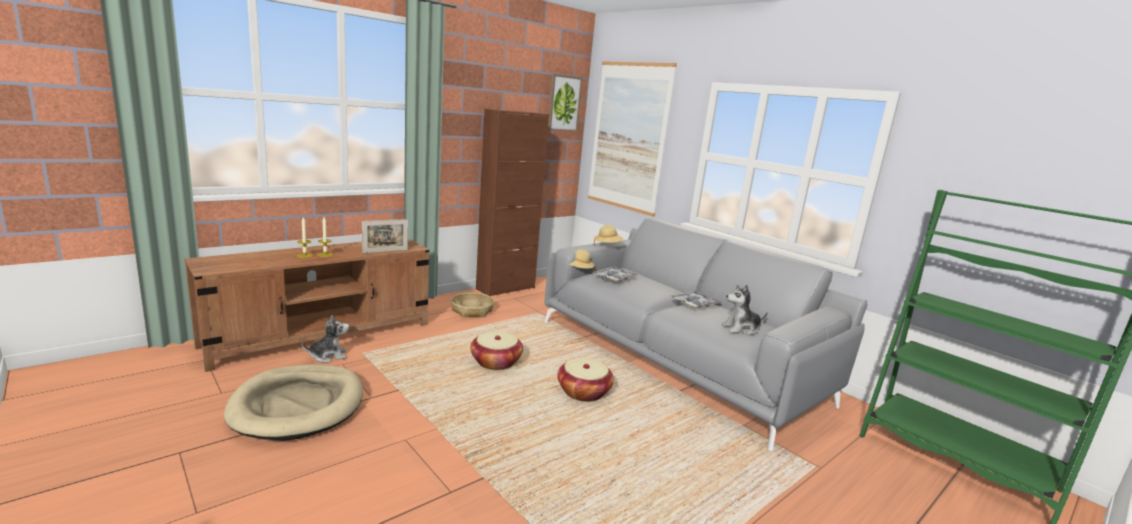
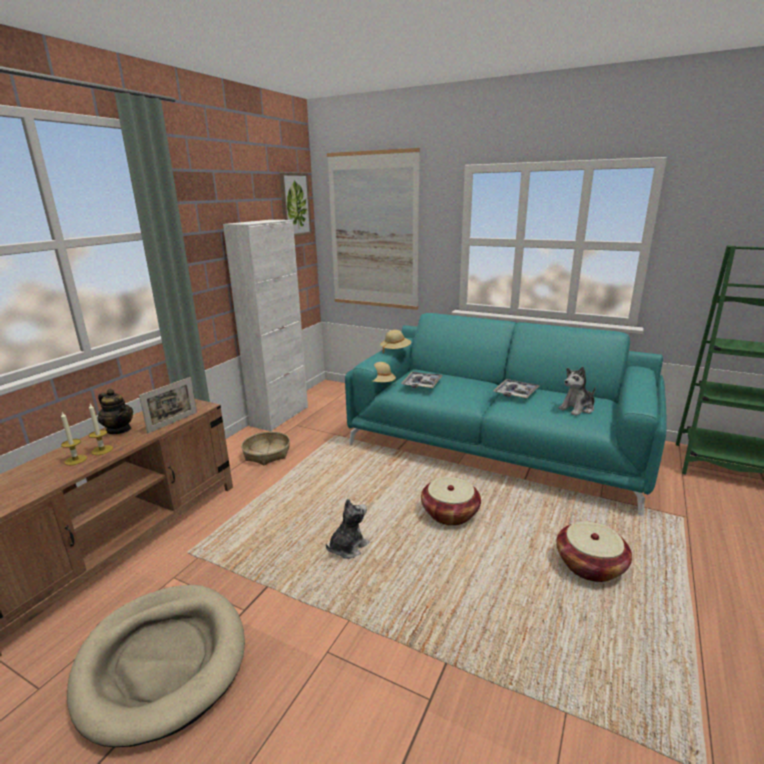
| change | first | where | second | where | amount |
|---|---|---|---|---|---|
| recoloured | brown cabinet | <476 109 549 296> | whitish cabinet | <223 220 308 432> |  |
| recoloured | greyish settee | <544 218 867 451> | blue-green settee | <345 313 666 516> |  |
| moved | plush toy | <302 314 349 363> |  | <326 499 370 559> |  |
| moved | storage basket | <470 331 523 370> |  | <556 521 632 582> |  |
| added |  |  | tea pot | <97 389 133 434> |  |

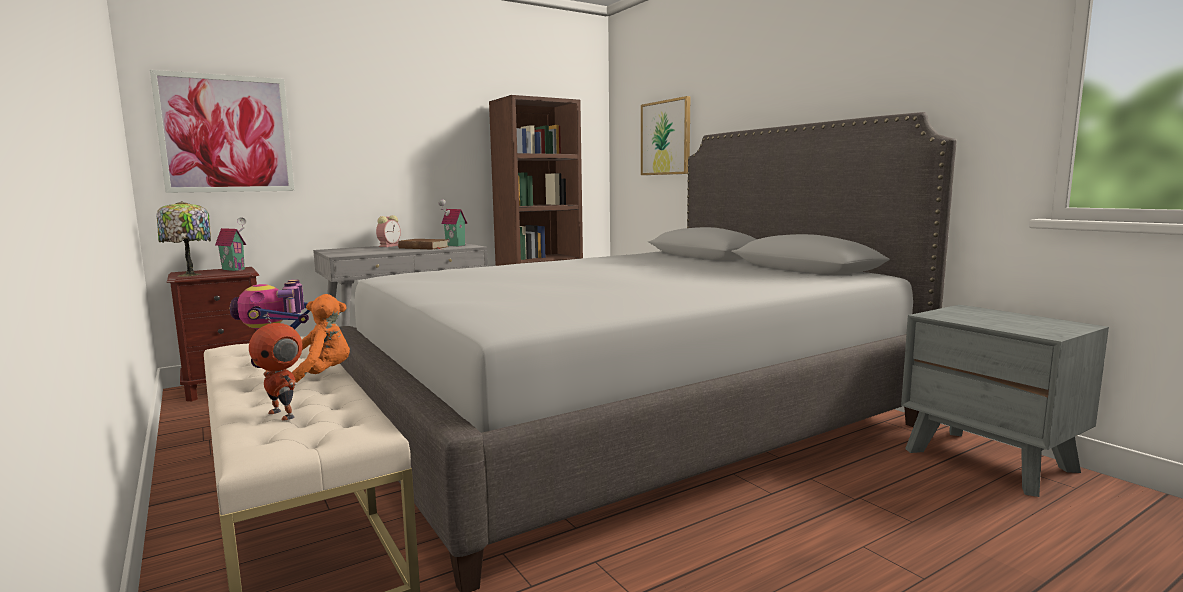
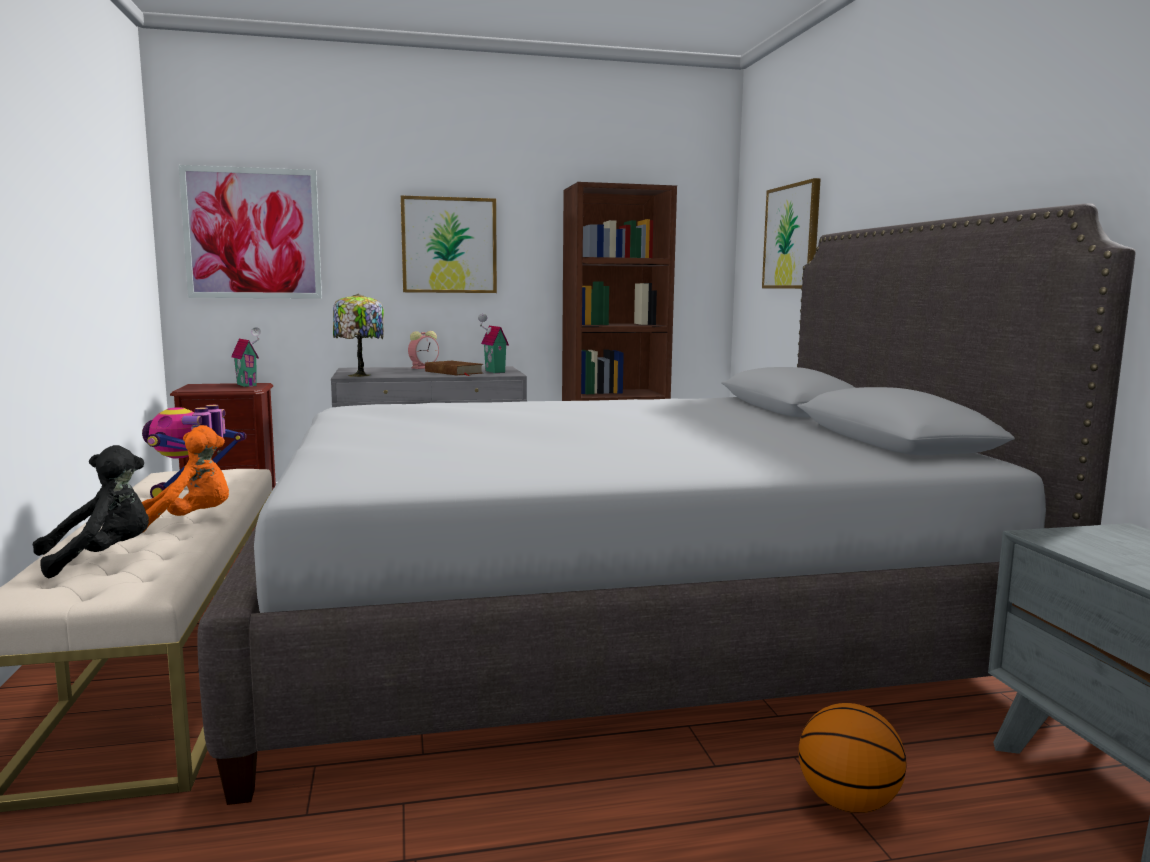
| change | first | where | second | where | amount |
|---|---|---|---|---|---|
| moved | table lamp | <156 201 211 277> |  | <333 294 384 377> |  |
| replaced | toy robot | <249 312 302 421> | black-coloured plush toy | <32 445 149 578> |  |
| added |  |  | wall art | <401 195 497 293> |  |
| added |  |  | basketball ball | <798 703 906 813> |  |

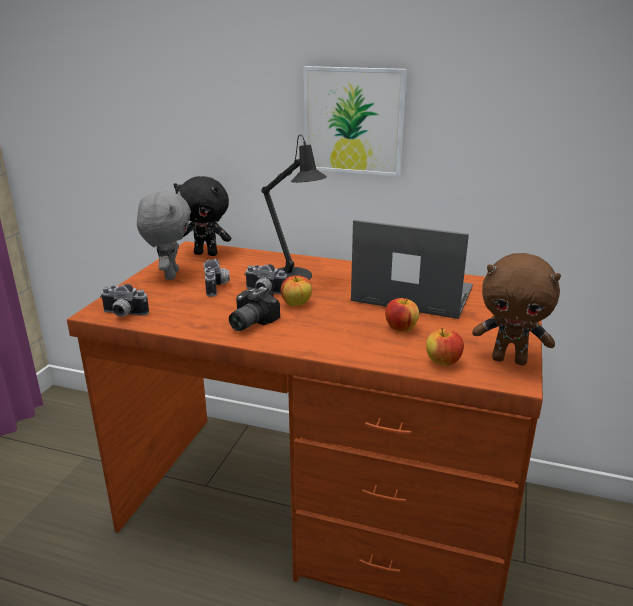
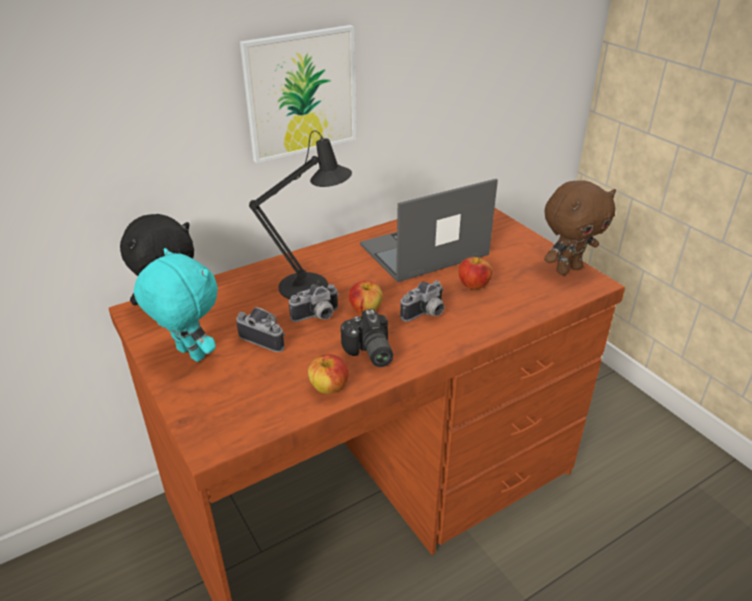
| change | first | where | second | where | amount |
|---|---|---|---|---|---|
| recoloured | greyish plush toy | <137 191 191 280> | blue-green plush toy | <134 248 218 362> |  |
| moved | still camera | <100 284 149 317> |  | <400 281 445 322> |  |
| moved | whole apple | <426 328 464 366> |  | <308 354 349 394> |  |

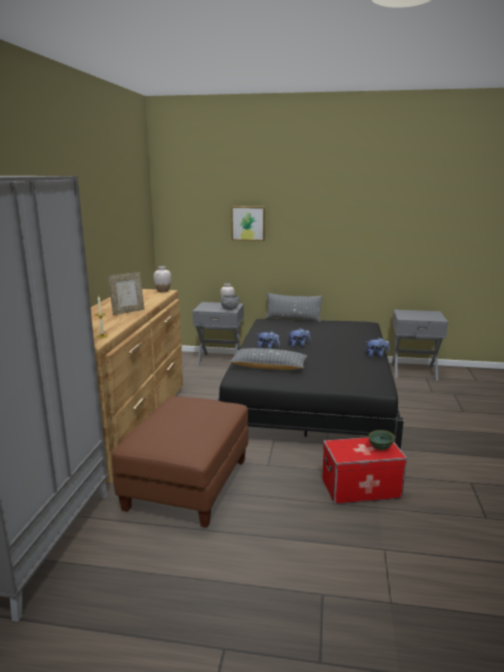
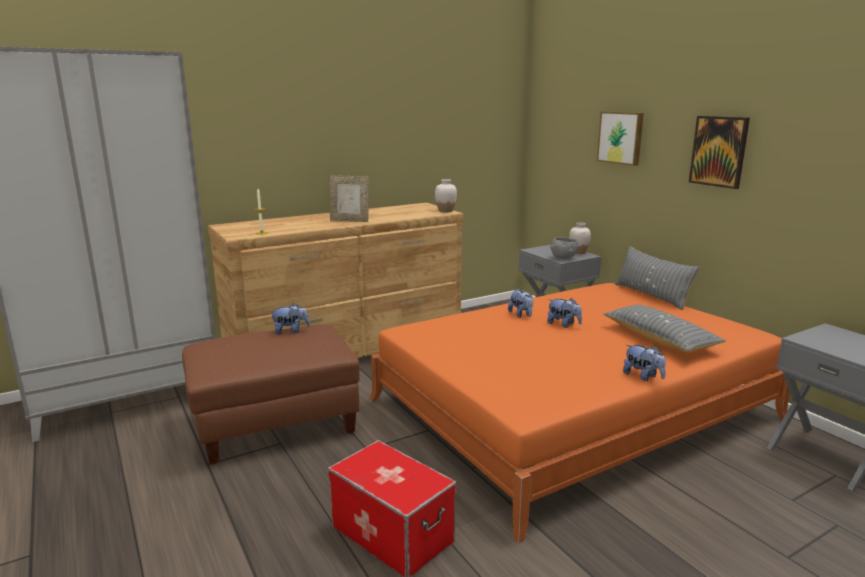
| change | first | where | second | where | amount |
|---|---|---|---|---|---|
| recoloured | black-coloured bedroom bed | <218 319 404 451> | orange-coloured bedroom bed | <369 283 790 543> |  |
| moved | greyish pillow | <229 348 307 370> |  | <603 305 726 353> |  |
| removed | green serving bowl | <368 430 395 451> |  |  |  |
| added |  |  | wall art | <689 116 750 189> |  |
| added |  |  | plush toy | <270 303 310 334> |  |

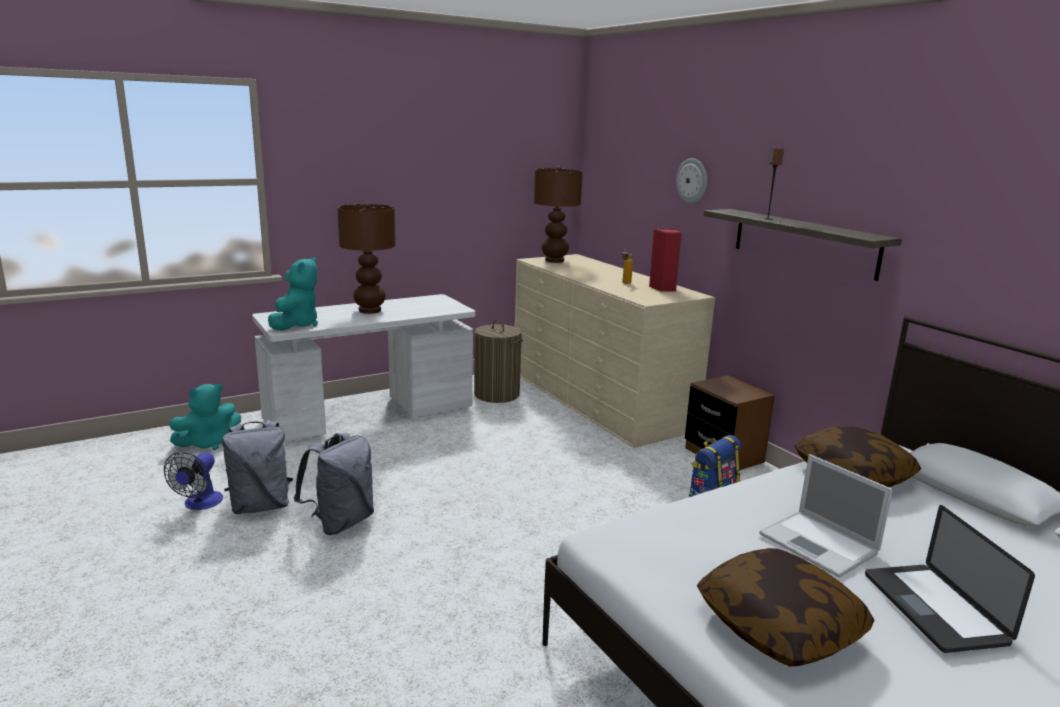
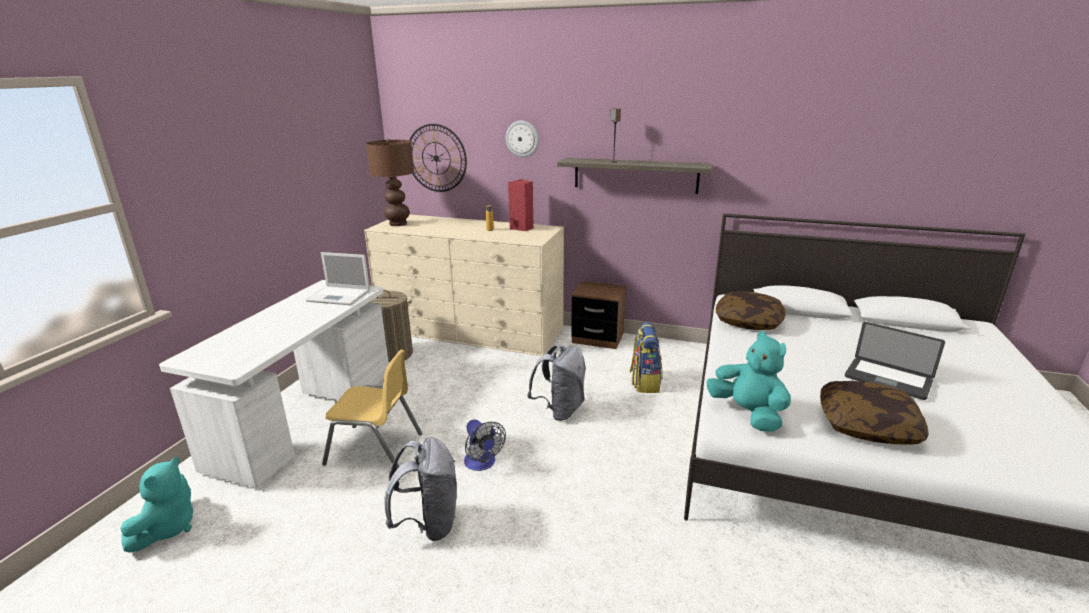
| change | first | where | second | where | amount |
|---|---|---|---|---|---|
| removed | brown table lamp | <338 203 396 314> |  |  |  |
| moved | blue-green plush toy | <268 257 318 331> |  | <706 331 791 432> |  |
| moved | greyish backpack | <222 420 293 514> |  | <527 344 586 421> |  |
| moved | fan | <164 452 223 510> |  | <464 419 506 471> |  |
| moved | notebook computer | <760 454 893 578> |  | <306 252 370 305> |  |
| added |  |  | wall clock | <409 124 467 192> |  |
| added |  |  | yellow-coloured upright chair | <322 350 422 470> |  |

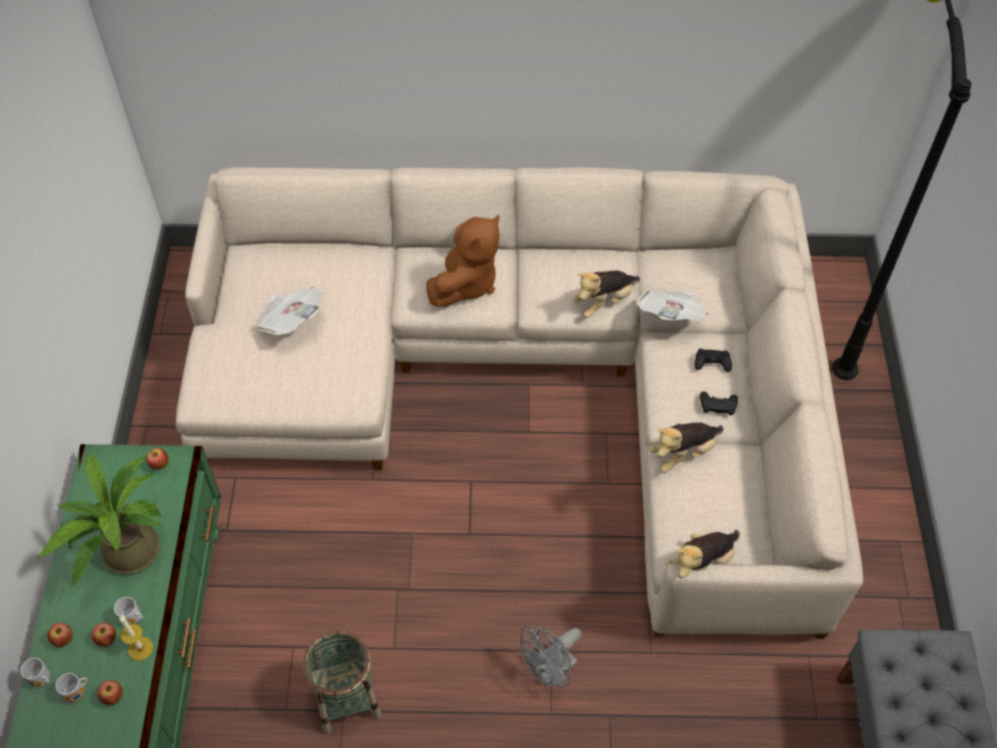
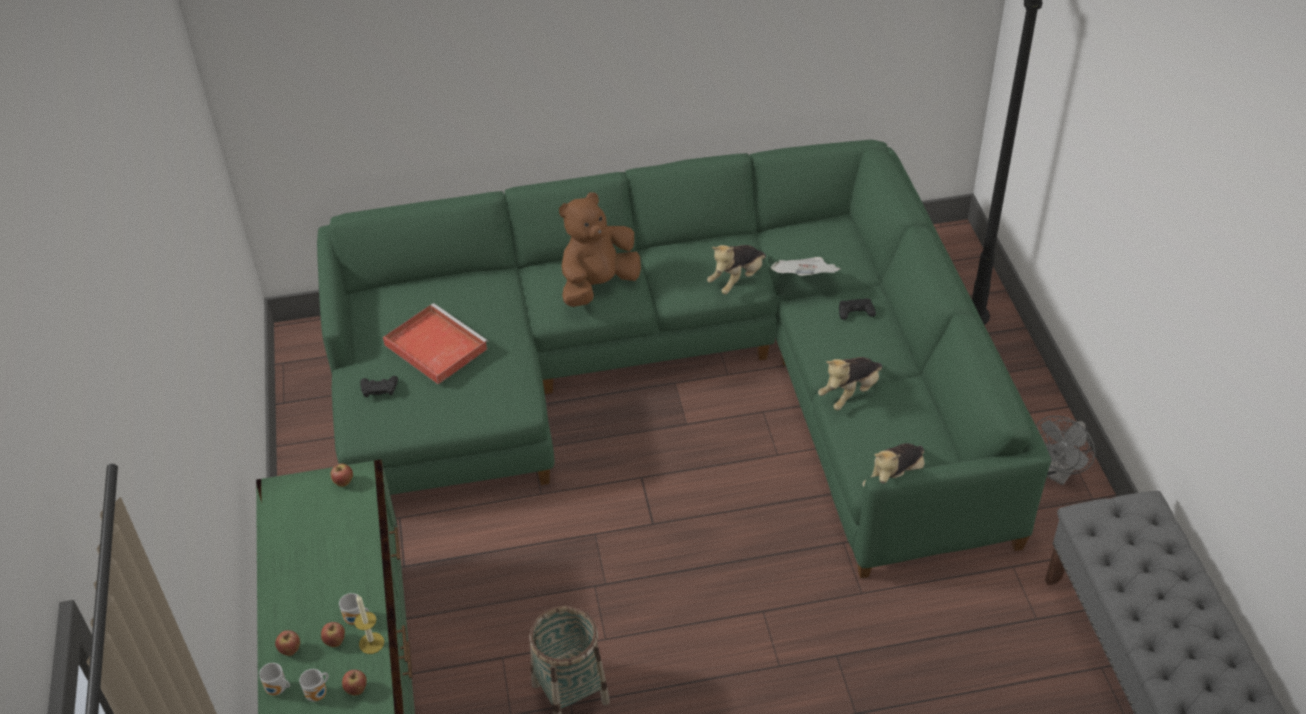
| change | first | where | second | where | amount |
|---|---|---|---|---|---|
| recoloured | beige settee | <176 167 863 639> | green settee | <317 140 1051 578> |  |
| turned | brown plush toy | <426 215 500 307> |  | <559 192 641 307> | 150 degrees counterclockwise |
| replaced | newspaper | <254 287 325 335> | reddish carrying tray | <383 303 488 384> |  |
| moved | black-coloured joypad | <700 392 738 415> |  | <360 376 398 397> |  |
| removed | potted plant | <36 452 162 586> |  |  |  |
| moved | greyish fan | <520 625 581 688> |  | <1036 416 1095 485> |  |

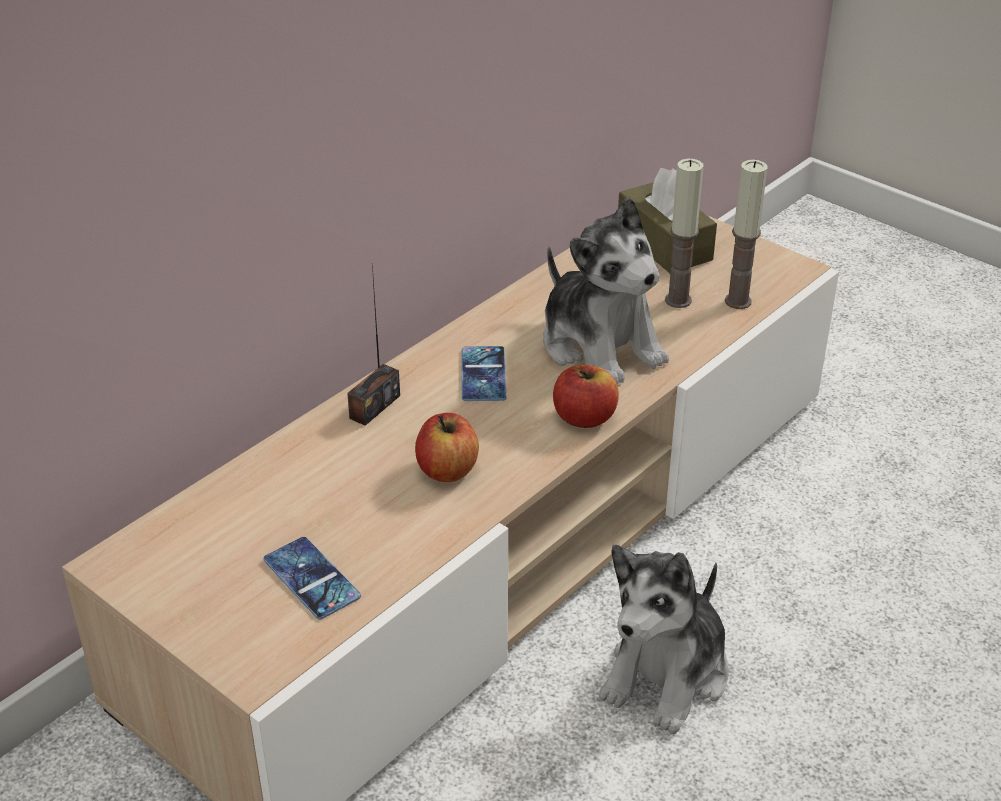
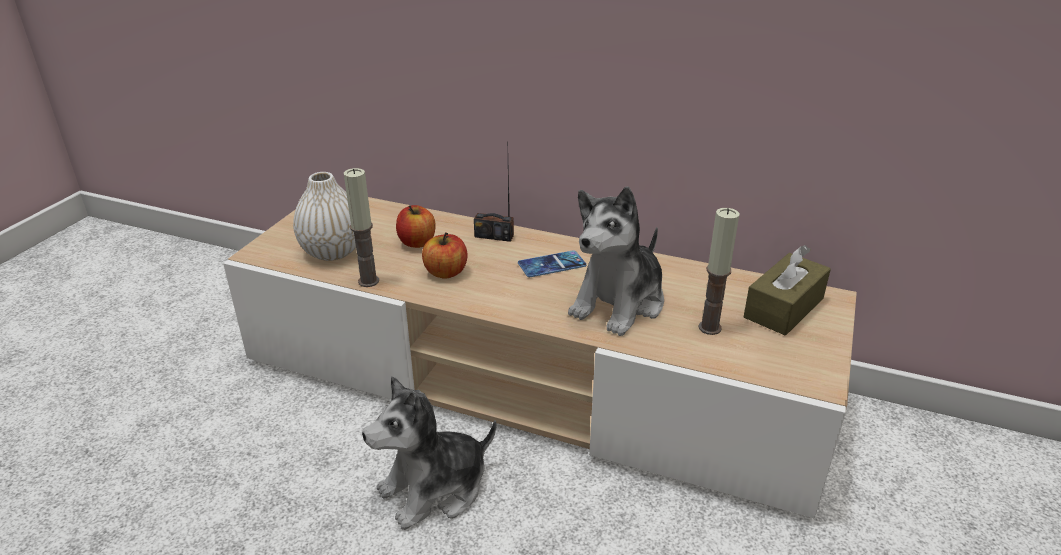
| change | first | where | second | where | amount |
|---|---|---|---|---|---|
| moved | wax candle | <725 160 768 309> |  | <344 168 379 287> |  |
| moved | whole apple | <553 365 619 428> |  | <396 205 436 248> |  |
| replaced | handset | <263 537 361 619> | whitish vase | <293 172 356 261> |  |
| turned | plush toy | <599 545 729 734> |  | <362 376 496 530> | 45 degrees counterclockwise |

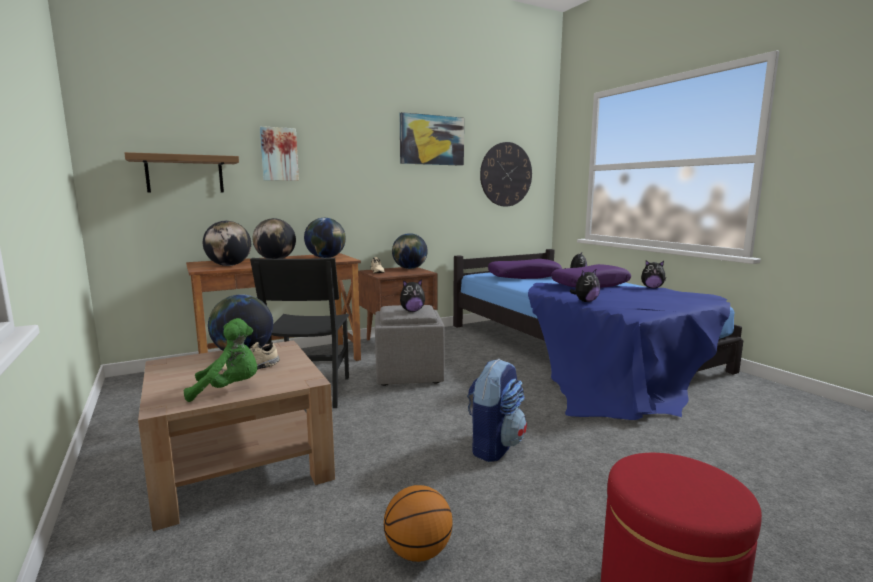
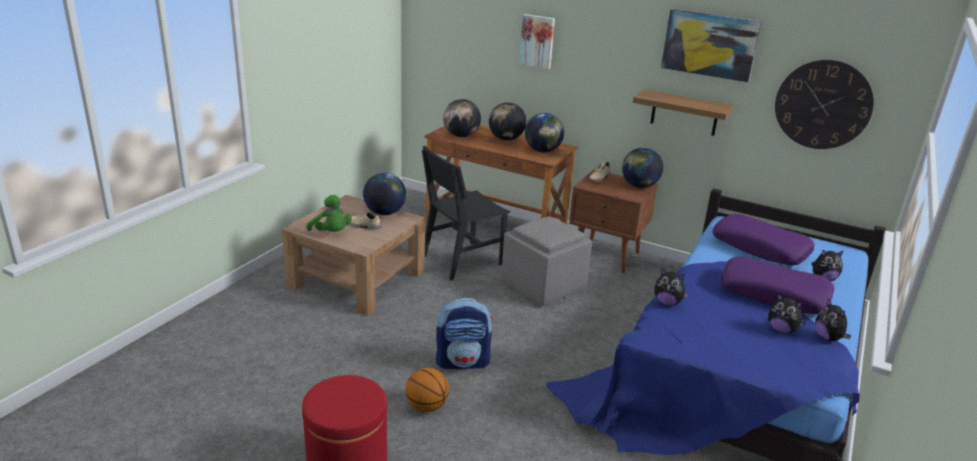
| change | first | where | second | where | amount |
|---|---|---|---|---|---|
| moved | wall shelf | <124 152 239 192> |  | <633 90 733 136> |  |
| moved | plush toy | <400 279 425 312> |  | <768 293 806 333> |  |
| moved | basketball ball | <384 485 452 562> |  | <406 368 449 412> |  |

